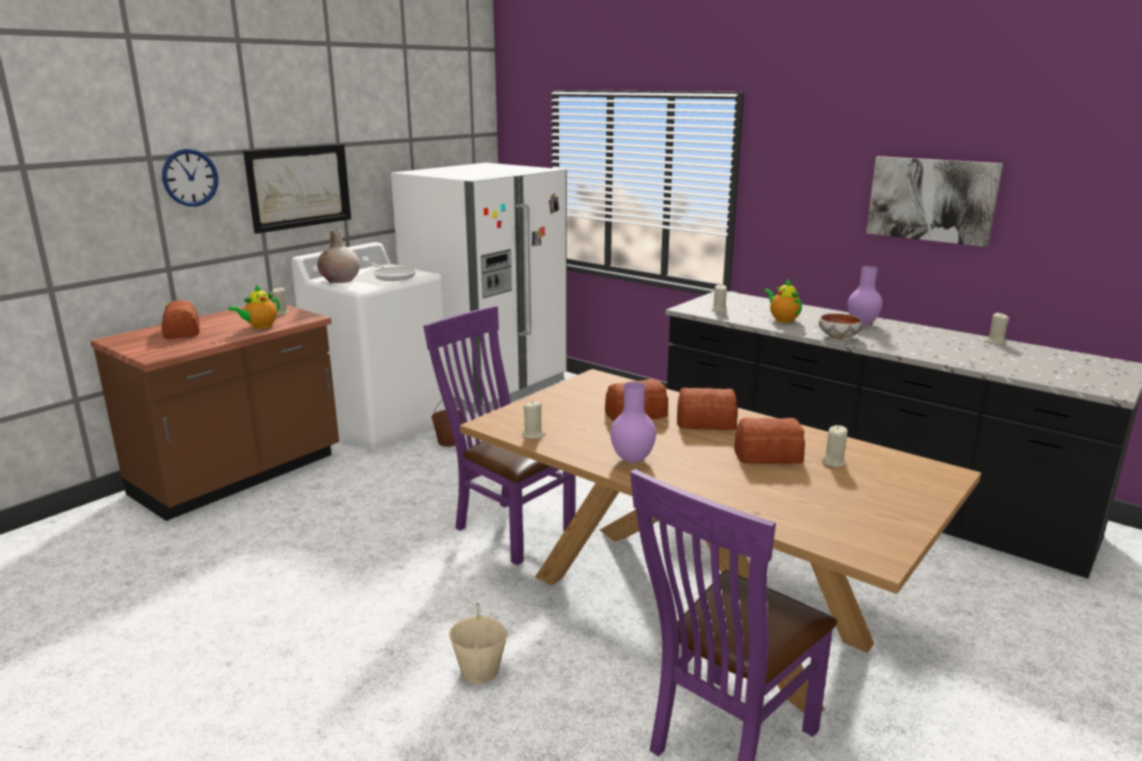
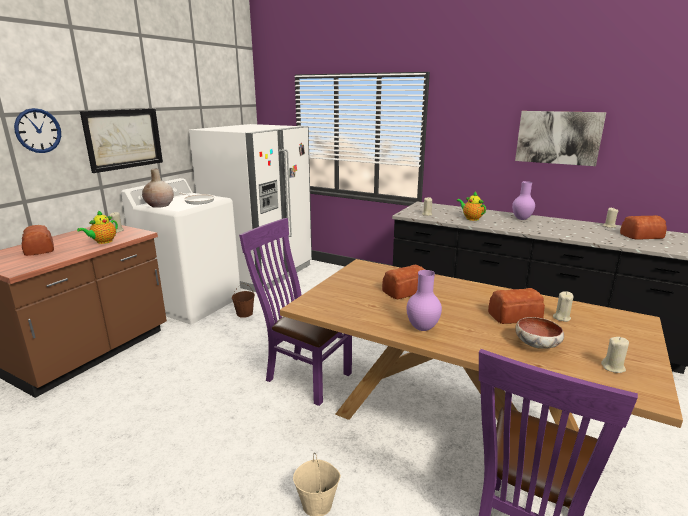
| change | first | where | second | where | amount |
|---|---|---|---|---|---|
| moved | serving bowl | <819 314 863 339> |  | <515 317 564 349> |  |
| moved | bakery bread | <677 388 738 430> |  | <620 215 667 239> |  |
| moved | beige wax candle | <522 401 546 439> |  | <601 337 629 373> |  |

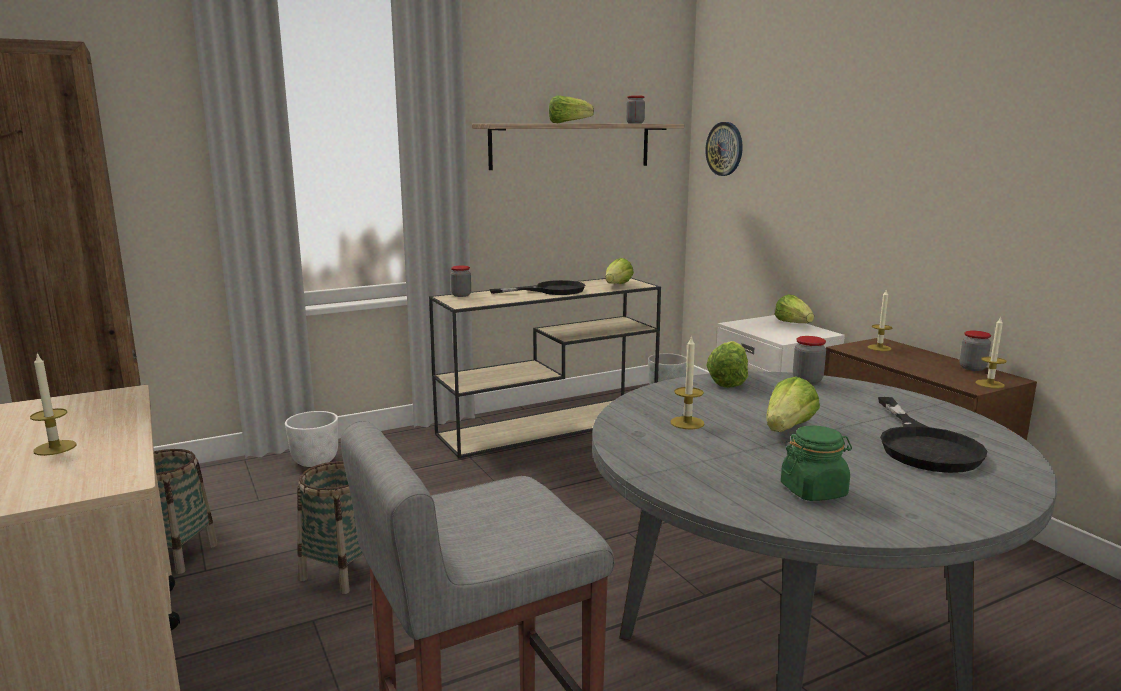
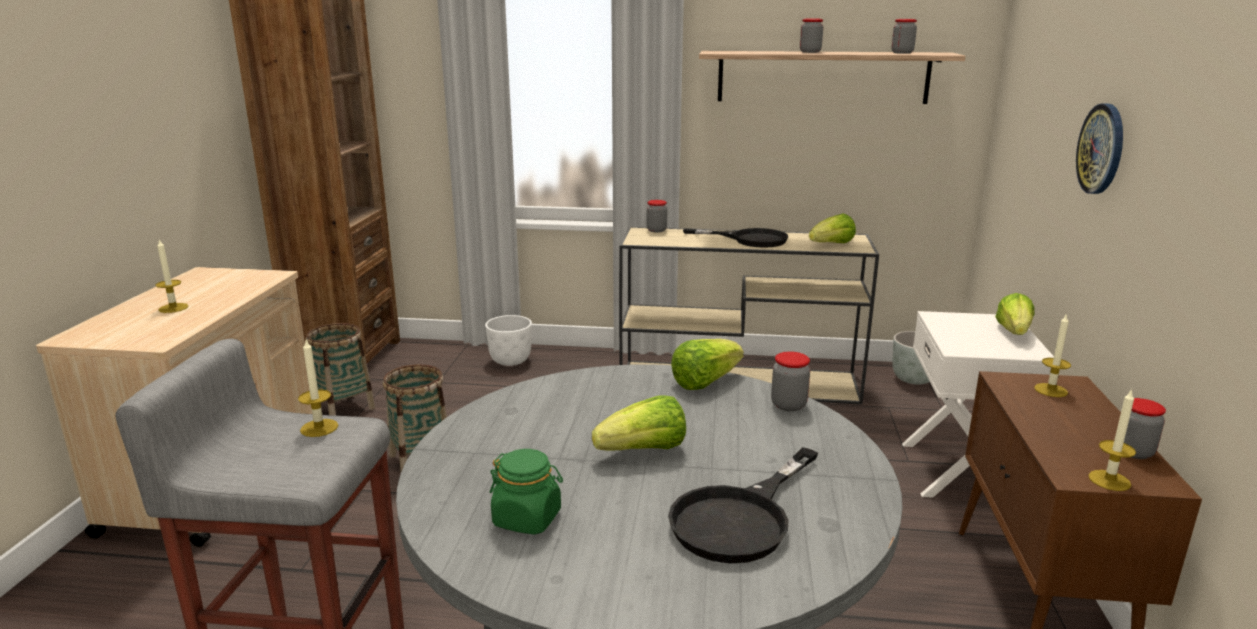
| change | first | where | second | where | amount |
|---|---|---|---|---|---|
| replaced | lettuce head | <549 95 594 123> | preserve jar | <800 19 823 53> |  |
| moved | wall clock | <705 122 743 176> |  | <1076 103 1123 194> |  |
| moved | wax candle | <670 335 705 429> |  | <298 340 338 437> |  |

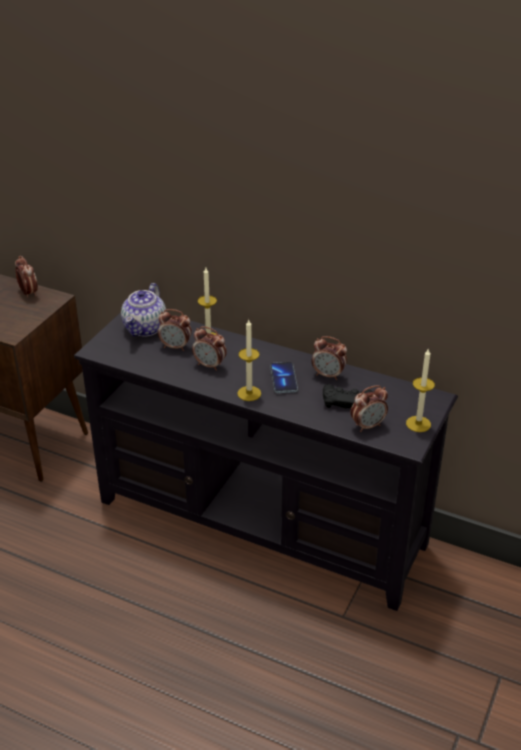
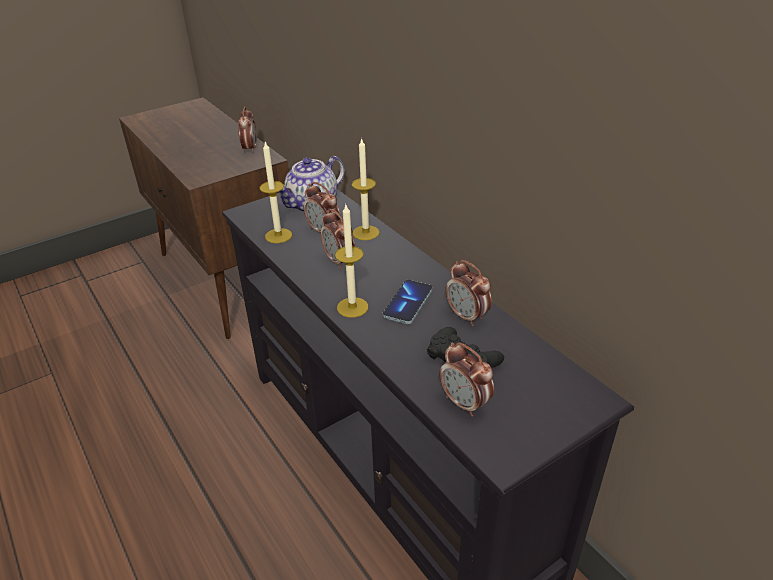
| change | first | where | second | where | amount |
|---|---|---|---|---|---|
| moved | wax candle | <406 348 435 432> |  | <260 142 292 243> |  |
| turned | table clock | <351 385 388 432> |  | <440 342 494 417> | 45 degrees clockwise |

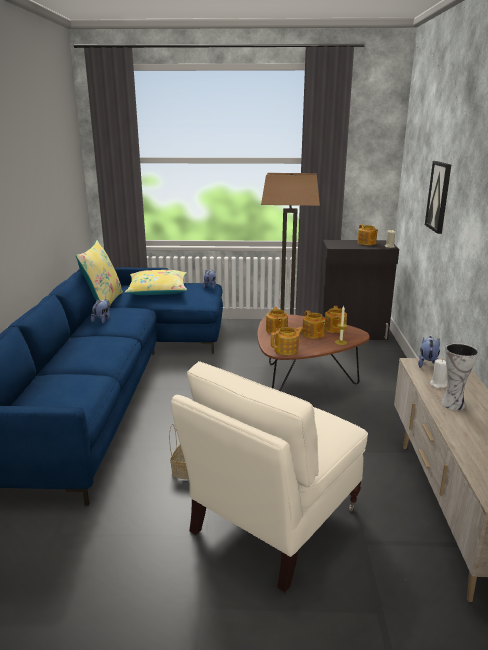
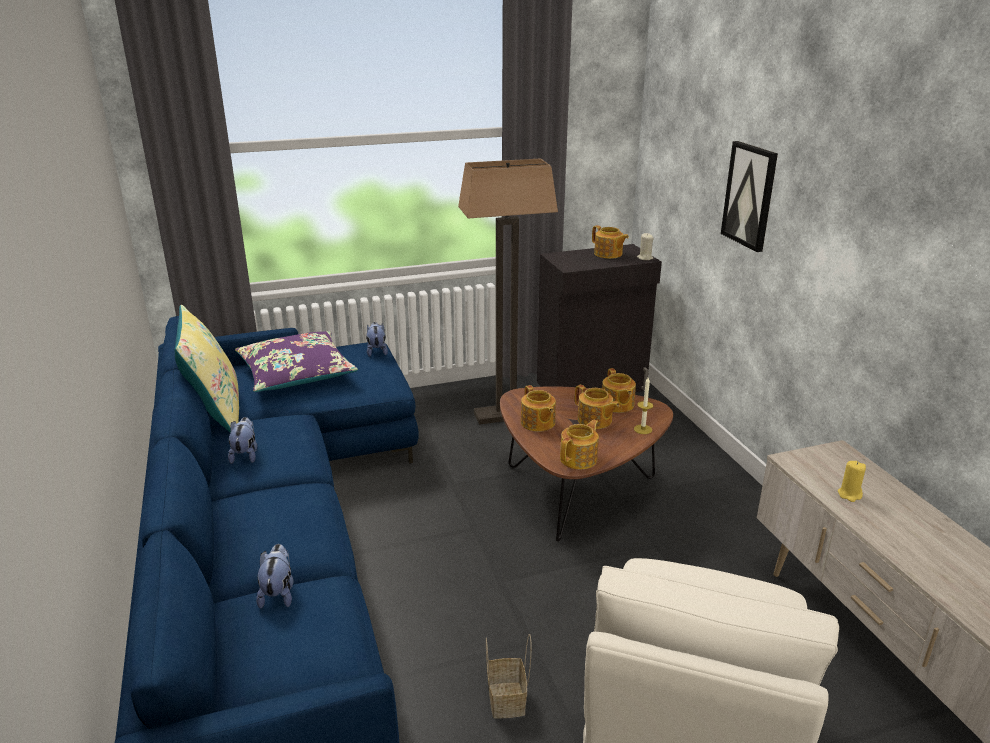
| change | first | where | second | where | amount |
|---|---|---|---|---|---|
| recoloured | yellow-coloured pillow | <125 270 187 295> | purple-coloured pillow | <235 331 358 392> |  |
| moved | plush toy | <418 336 440 368> |  | <256 544 293 609> |  |
| removed | vase | <441 343 479 410> |  |  |  |
| recoloured | whitish wax candle | <430 359 447 388> | yellow-coloured wax candle | <838 461 866 502> |  |

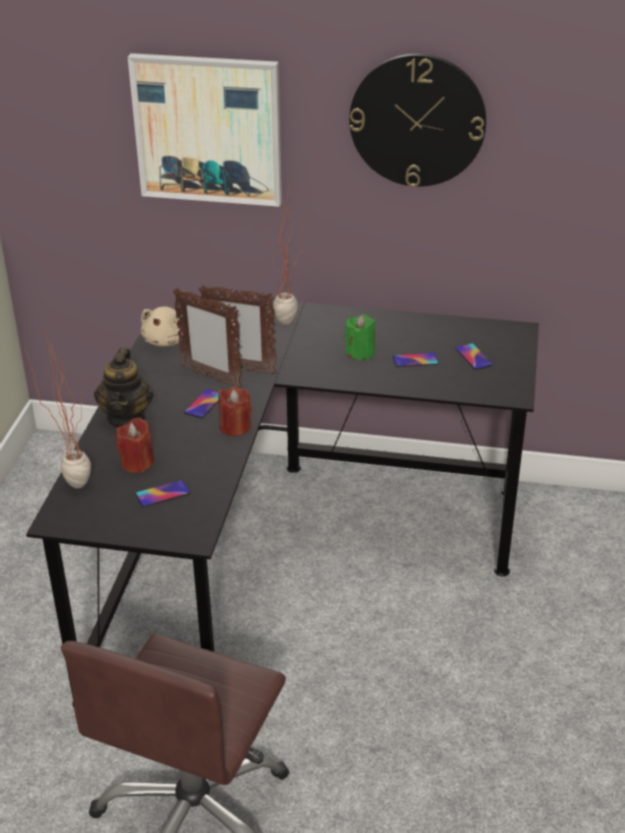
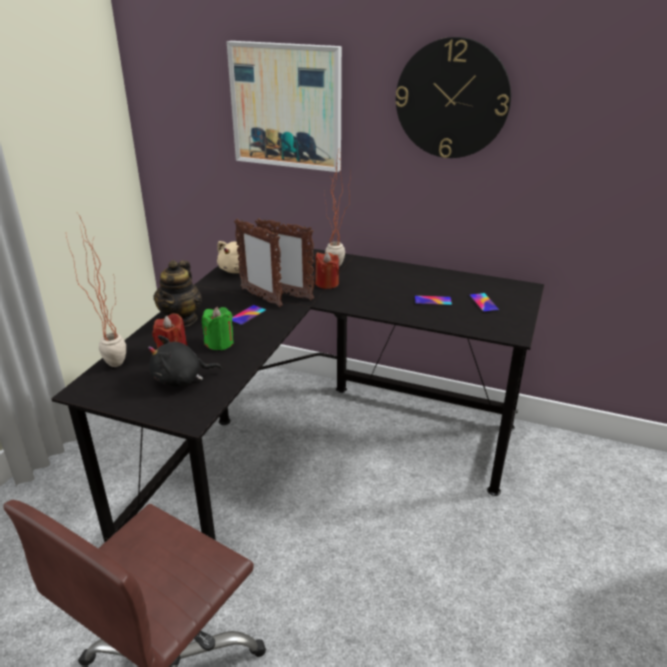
| change | first | where | second | where | amount |
|---|---|---|---|---|---|
| moved | green wax candle | <345 314 376 360> |  | <202 307 234 350> |  |
| moved | reddish wax candle | <218 387 252 436> |  | <315 252 339 289> |  |
| replaced | handset | <136 480 190 507> | black-coloured plush toy | <148 335 222 387> |  |

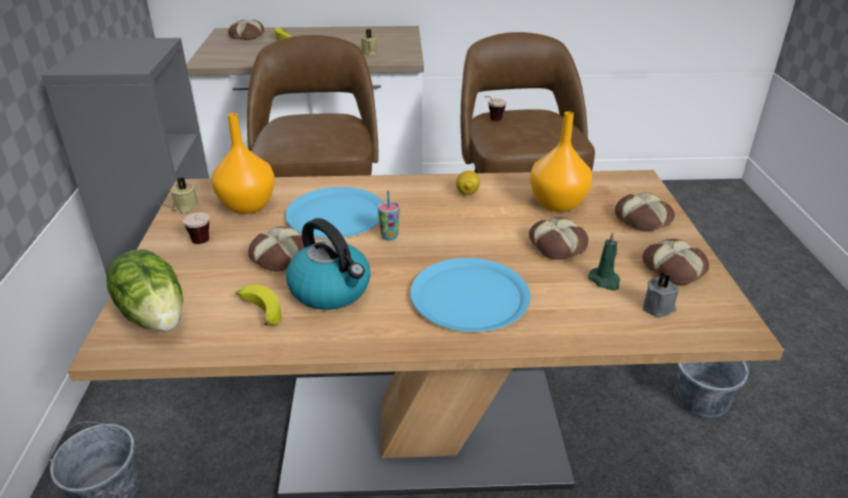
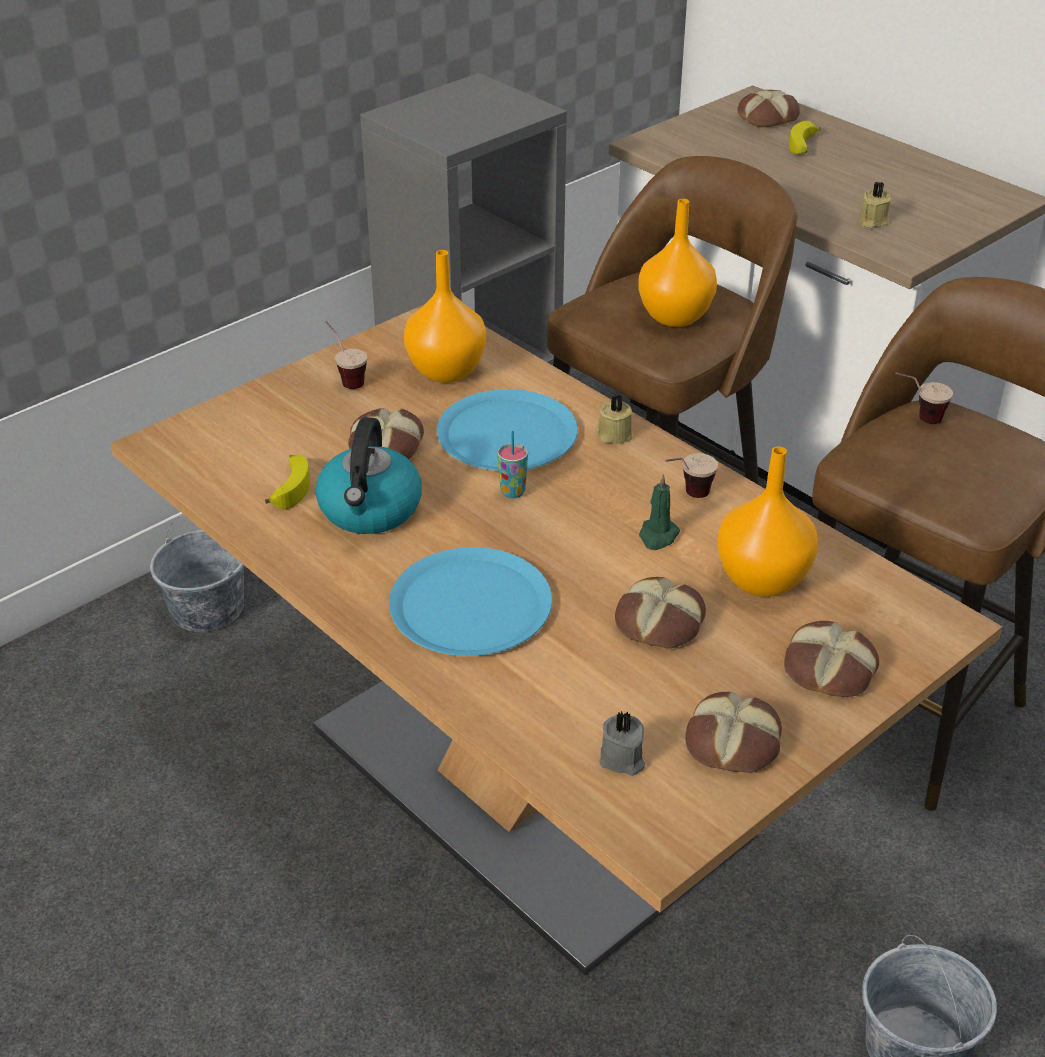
| change | first | where | second | where | amount |
|---|---|---|---|---|---|
| replaced | citrus fruit | <456 170 480 195> | cup | <665 453 718 498> |  |
| moved | beige wax candle | <170 177 200 213> |  | <595 394 632 444> |  |
| moved | green wax candle | <588 232 620 291> |  | <639 474 680 550> |  |
| removed | lettuce head | <106 249 183 331> |  |  |  |
| added |  |  | orange-coloured vase | <638 199 717 327> |  |

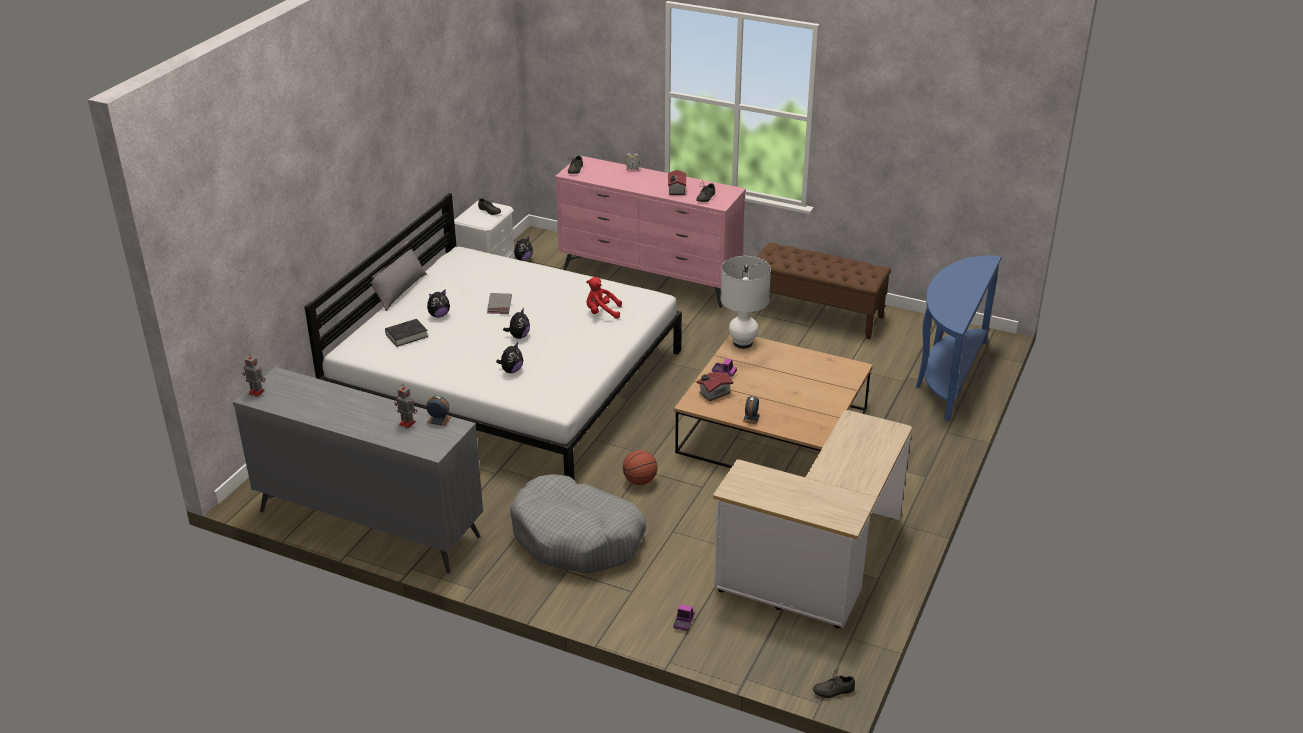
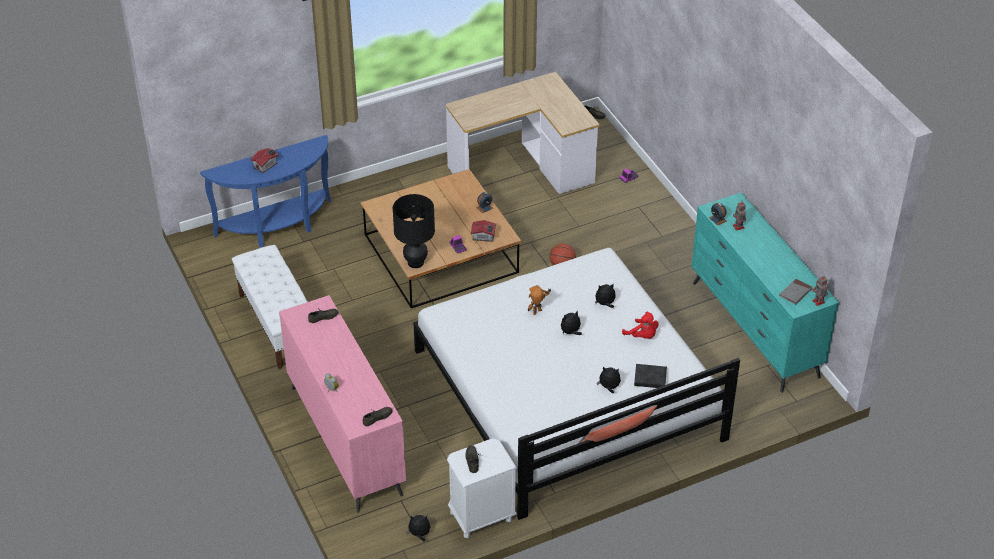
| change | first | where | second | where | amount |
|---|---|---|---|---|---|
| moved | toy house | <668 170 686 195> |  | <250 148 278 173> |  |
| recoloured | brown long seat | <754 243 891 339> | whitish long seat | <232 245 308 369> |  |
| recoloured | whitish table lamp | <720 256 771 349> | black-coloured table lamp | <393 194 435 268> |  |
| moved | reddish plush toy | <586 277 622 319> |  | <622 312 659 339> |  |
| moved | greyish book | <487 293 512 314> |  | <779 279 812 304> |  |
| recoloured | greyish chest of drawers | <233 367 483 574> | blue-green chest of drawers | <691 193 839 393> |  |
| removed | greyish dog bed | <510 474 646 574> |  |  |  |
| added |  |  | toy robot | <528 285 551 315> |  |

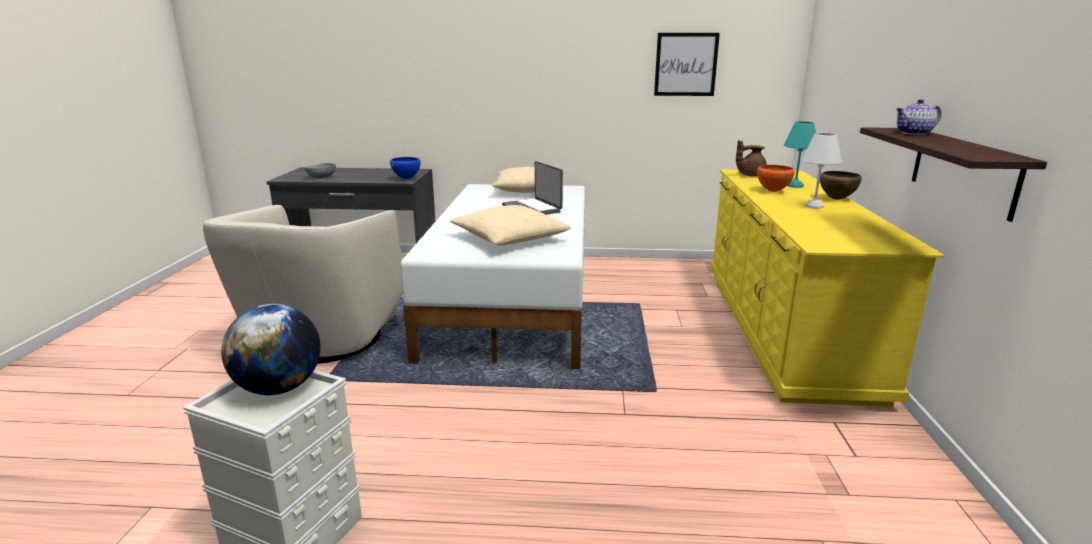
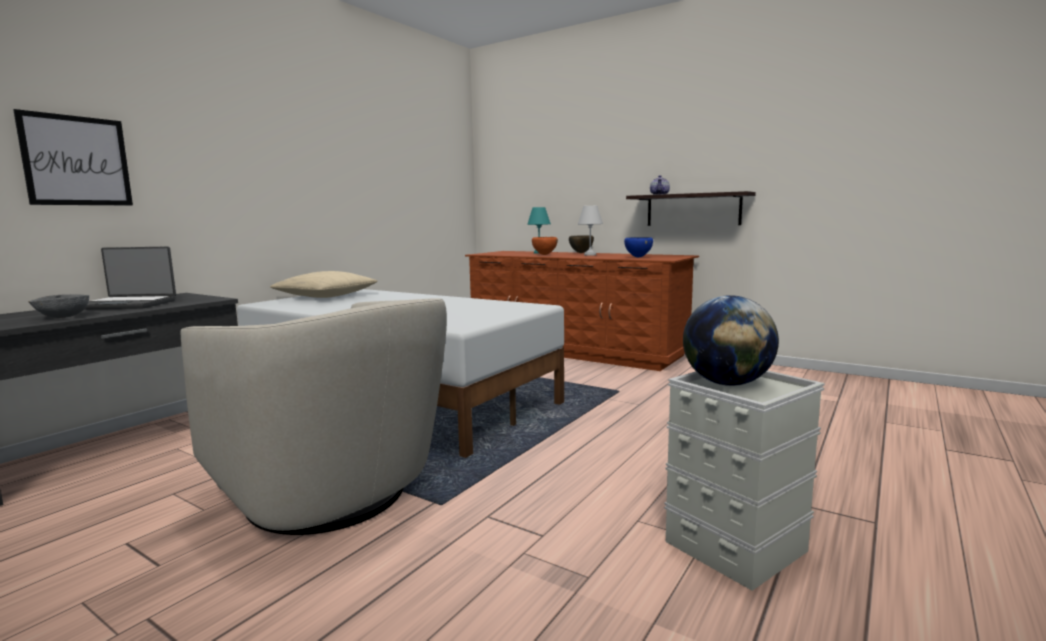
| change | first | where | second | where | amount |
|---|---|---|---|---|---|
| moved | wall art | <654 33 720 96> |  | <13 109 133 205> |  |
| removed | brown tea pot | <736 140 767 177> |  |  |  |
| moved | blue serving bowl | <390 157 421 179> |  | <624 237 653 257> |  |
| moved | notebook computer | <502 161 563 215> |  | <84 246 176 310> |  |
| recoloured | yellow-coloured chest of drawers | <710 169 945 407> | brown chest of drawers | <465 251 699 371> |  |
| removed | beige pillow | <450 205 571 245> |  |  |  |

